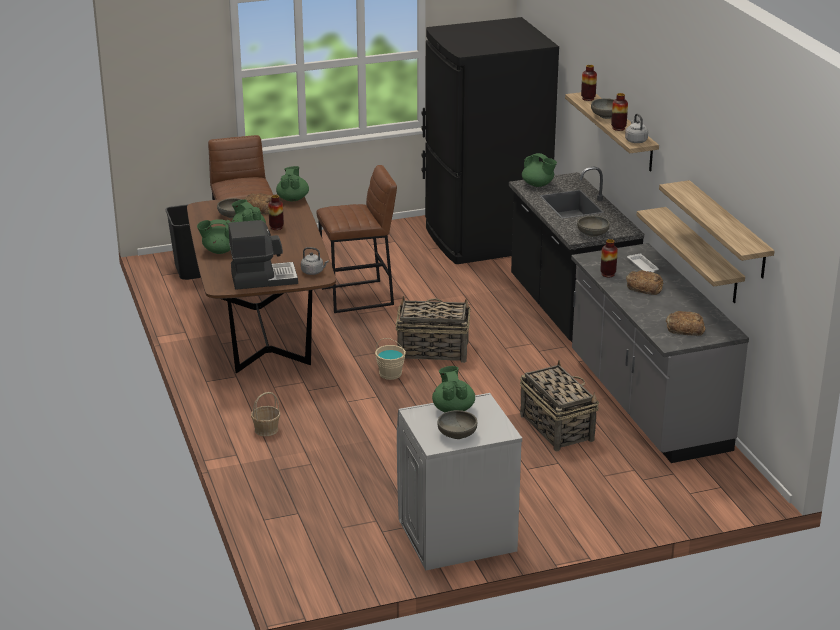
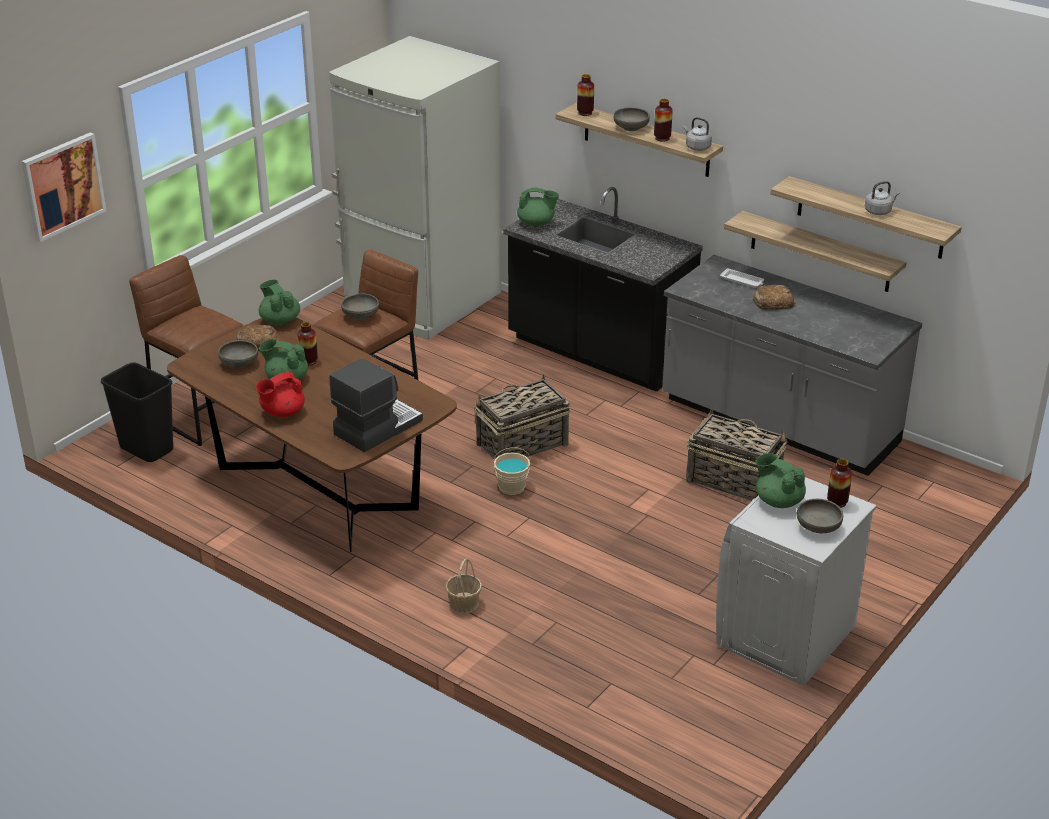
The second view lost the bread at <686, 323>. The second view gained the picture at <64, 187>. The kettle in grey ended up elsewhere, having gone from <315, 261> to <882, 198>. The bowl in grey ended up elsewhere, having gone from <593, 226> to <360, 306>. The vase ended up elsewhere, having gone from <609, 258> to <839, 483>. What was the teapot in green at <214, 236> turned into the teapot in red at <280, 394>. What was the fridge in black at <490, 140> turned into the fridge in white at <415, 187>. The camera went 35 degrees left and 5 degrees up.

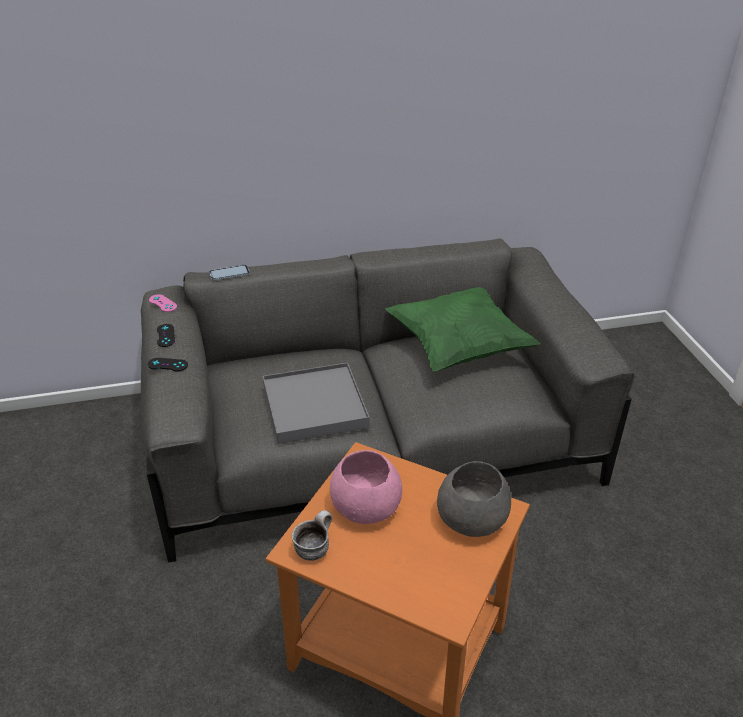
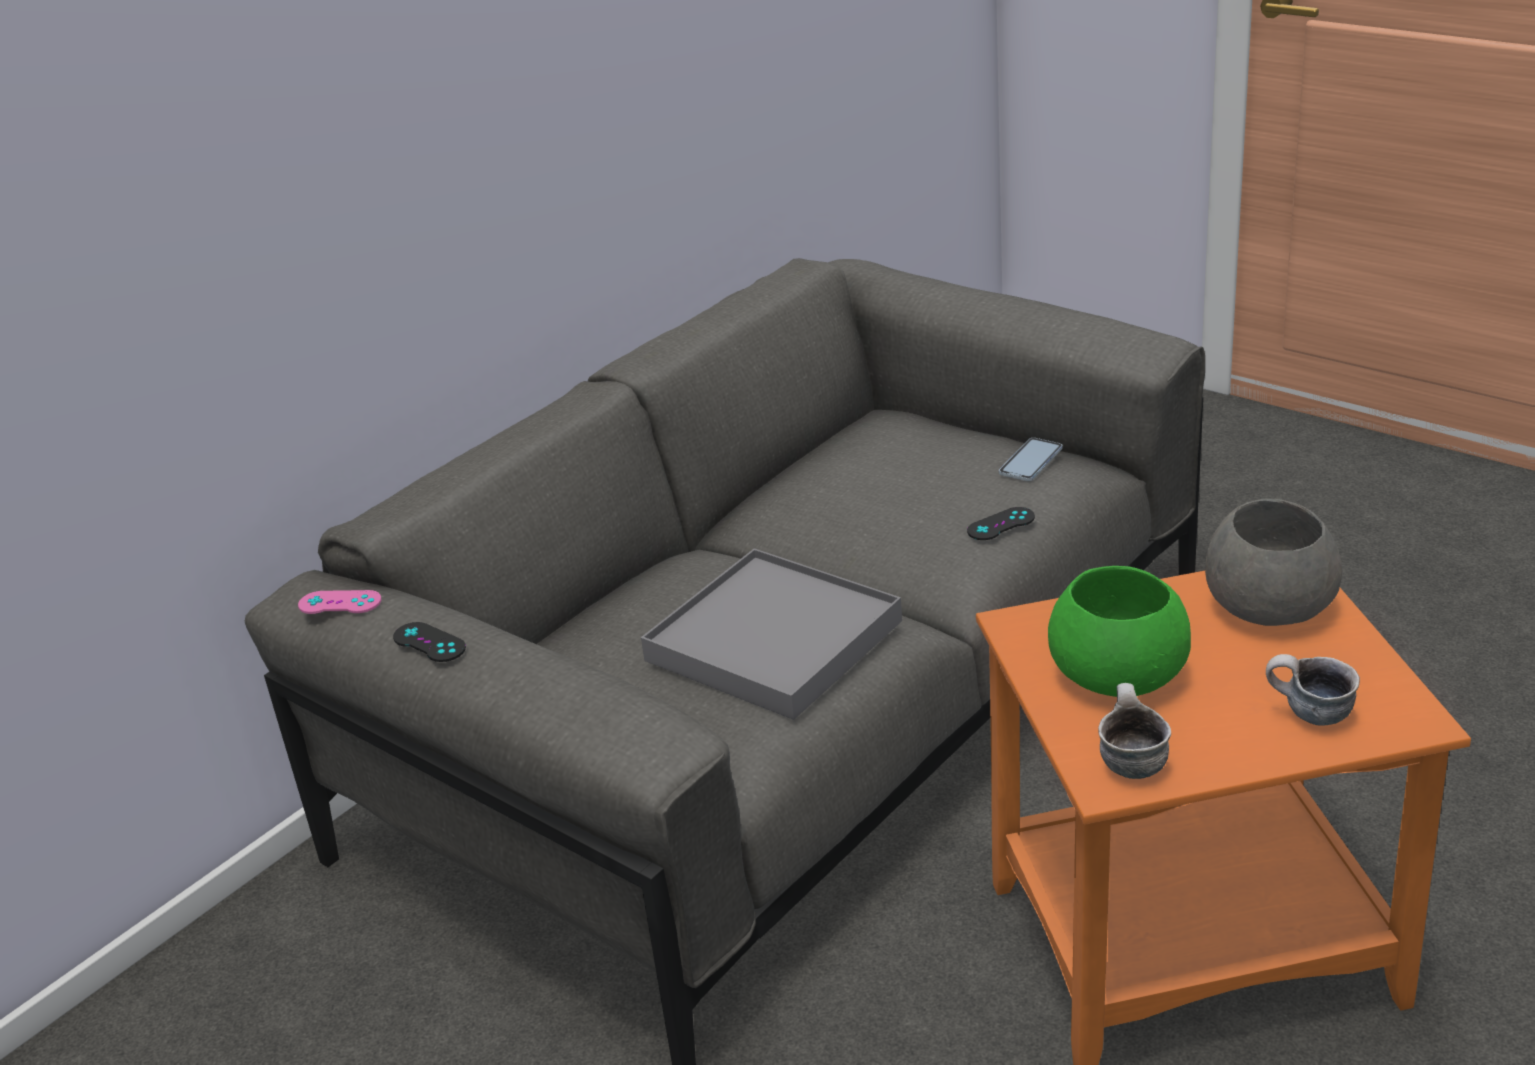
The second view lost the pillow in green at <463, 329>. The second view gained the mug at <1313, 690>. The game controller in black ended up elsewhere, having gone from <168, 364> to <1001, 523>. The phone ended up elsewhere, having gone from <229, 273> to <1031, 459>. What was the bowl in pink at <366, 487> turned into the bowl in green at <1119, 631>. The camera went 35 degrees left and 5 degrees down.

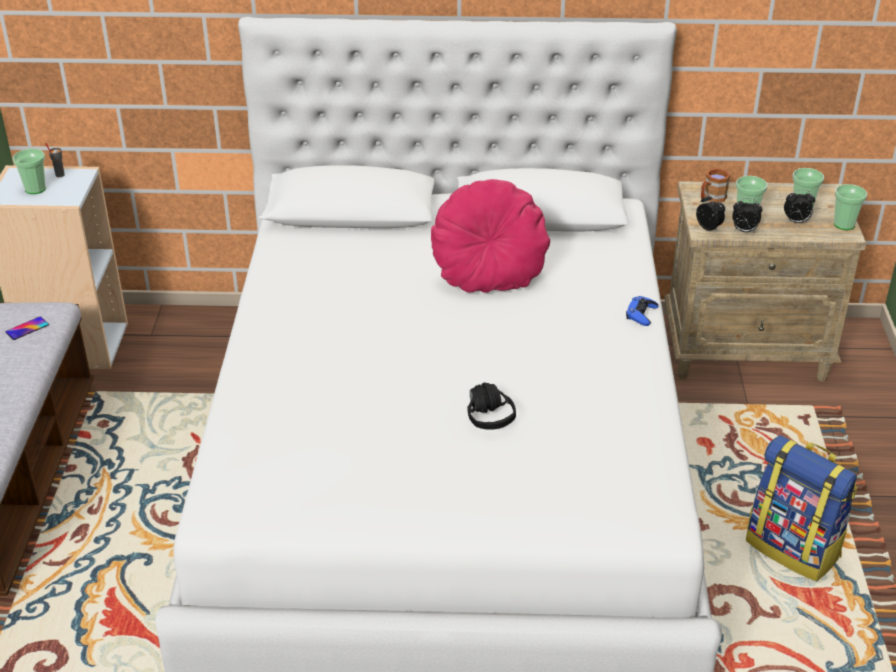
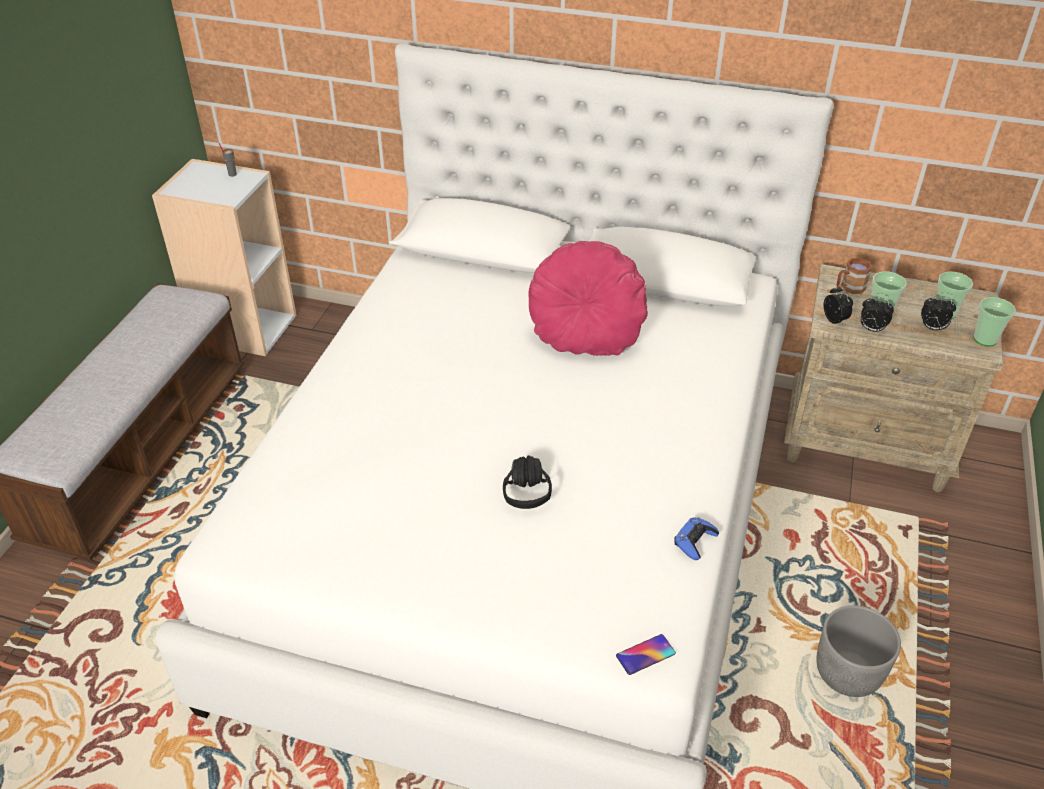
The second view lost the cup at <29, 171>. The phone ended up elsewhere, having gone from <27, 328> to <646, 654>. The game controller in blue ended up elsewhere, having gone from <642, 311> to <696, 539>. Where the backpack stood at <801, 508>, the planter in grey came to stand at <859, 651>. The camera went 15 degrees right and 5 degrees up.

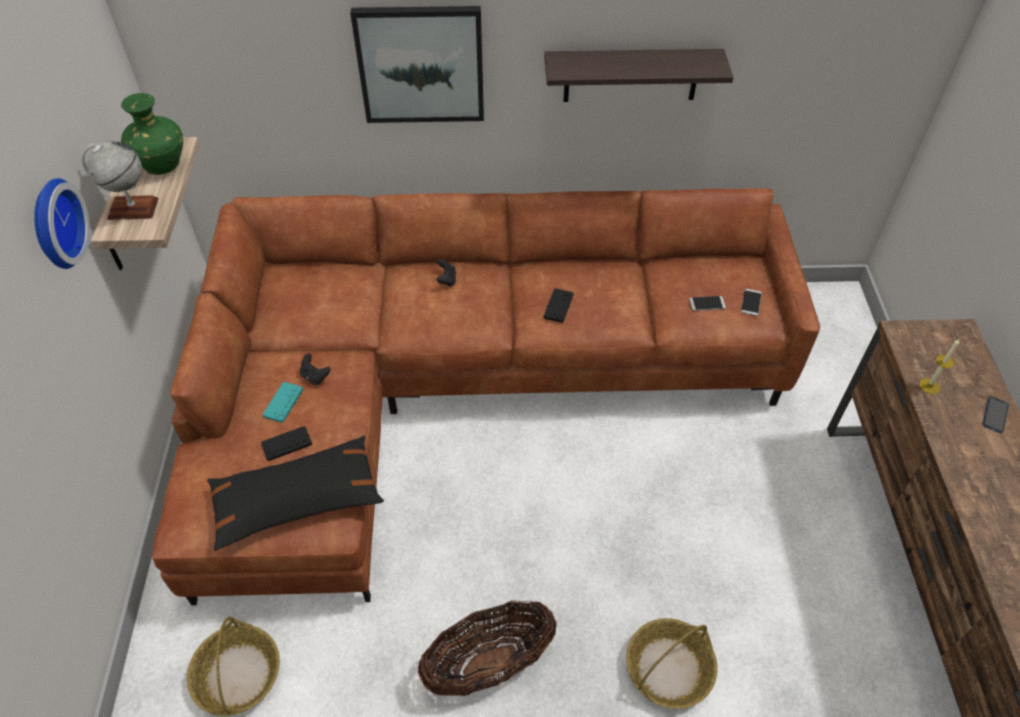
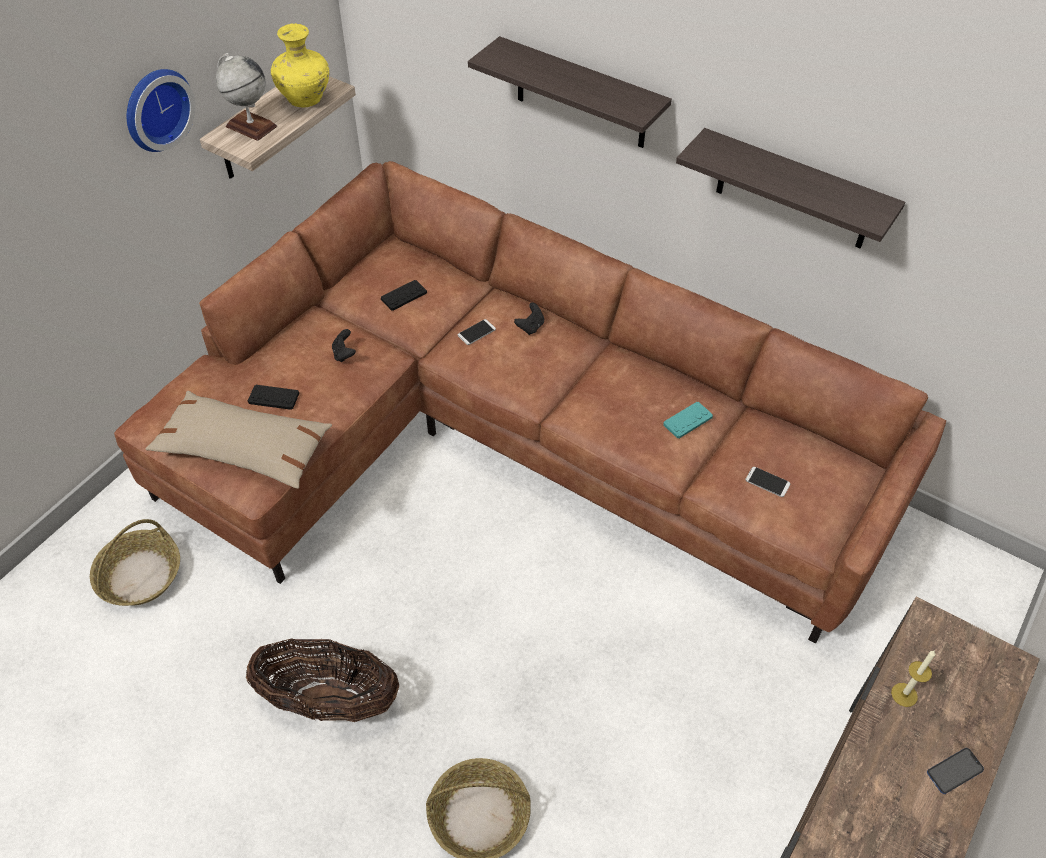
The game controller in turquoise ended up elsewhere, having gone from <283, 402> to <688, 420>. The game controller in black ended up elsewhere, having gone from <559, 305> to <404, 295>. The phone ended up elsewhere, having gone from <751, 302> to <477, 332>. Where the picture hung at <417, 64>, the shelf came to hang at <570, 92>. What was the vase in green at <152, 134> turned into the vase in yellow at <300, 65>. What was the pillow in black at <295, 493> turned into the pillow in beige at <238, 440>. The camera went 35 degrees right and 0 degrees up.

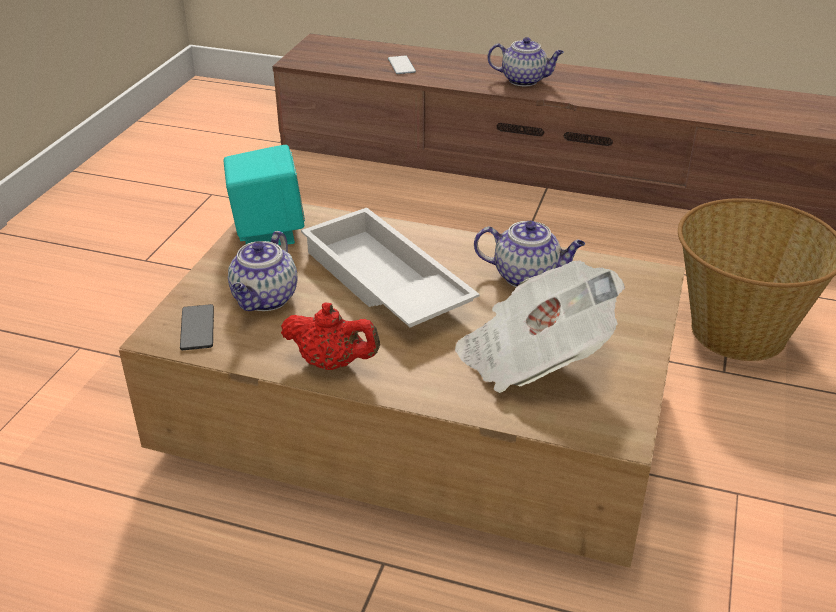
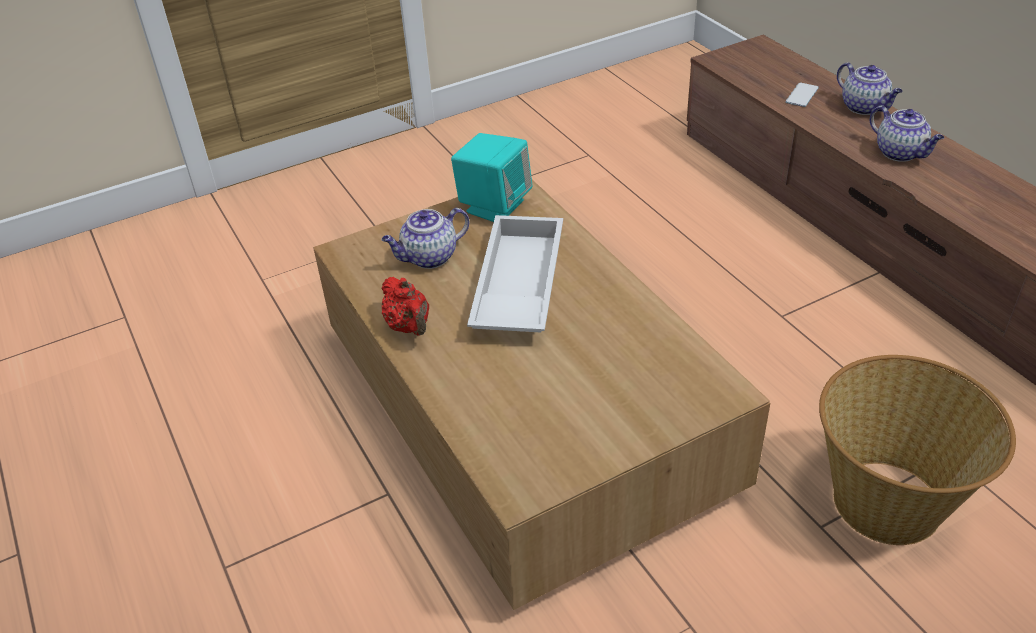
The second view lost the phone at <197, 327>. The second view lost the newspaper at <540, 326>. The teapot ended up elsewhere, having gone from <529, 254> to <870, 88>. The camera went 45 degrees right and 5 degrees up.

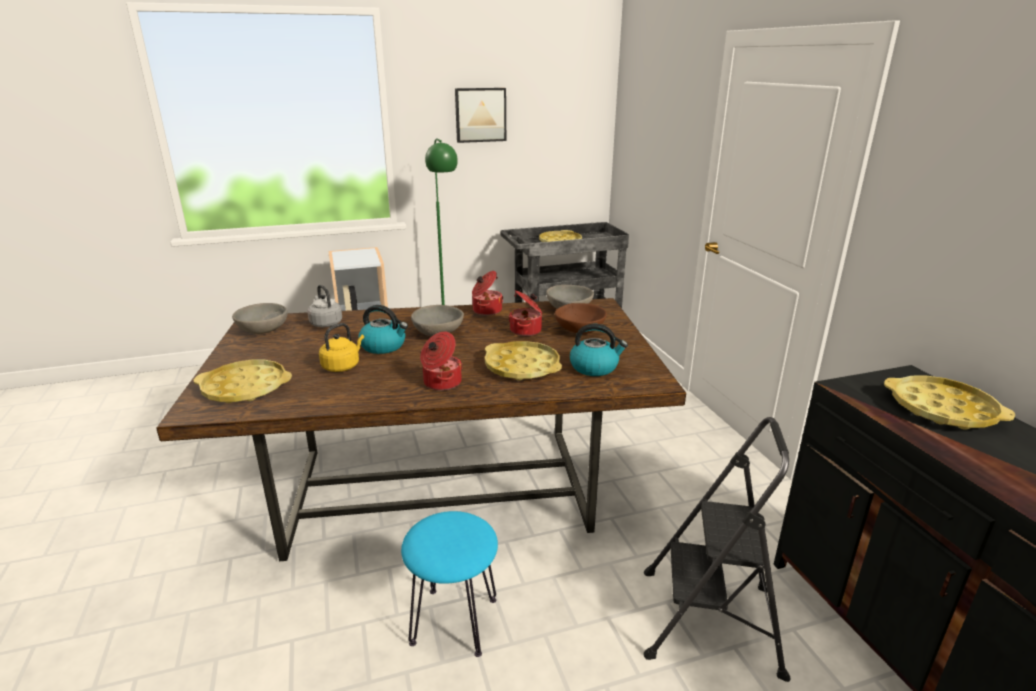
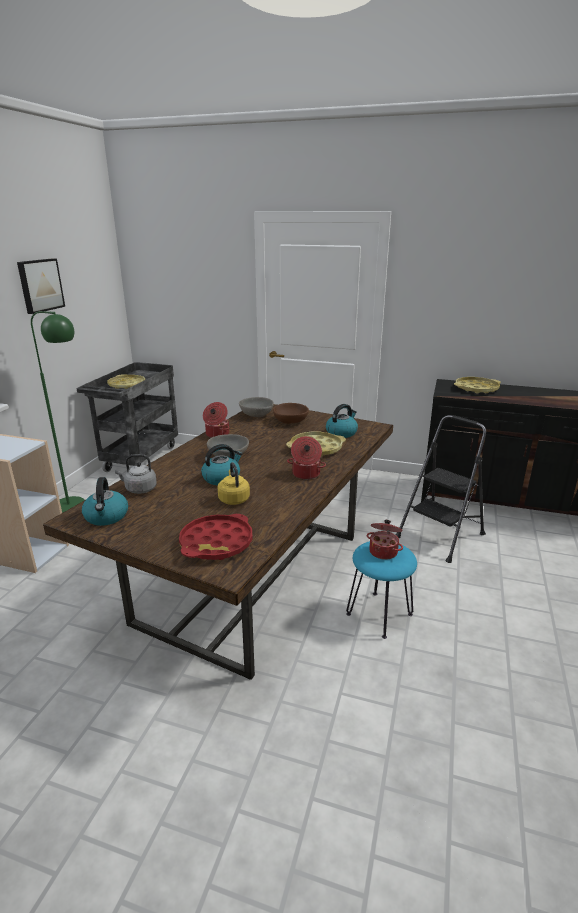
The cooking pot ended up elsewhere, having gone from <525, 313> to <385, 540>. Where the bowl in grey stood at <260, 318>, the kettle came to stand at <105, 501>. What was the tray in yellow at <243, 381> turned into the tray in red at <216, 537>. The camera went 55 degrees left and 0 degrees up.

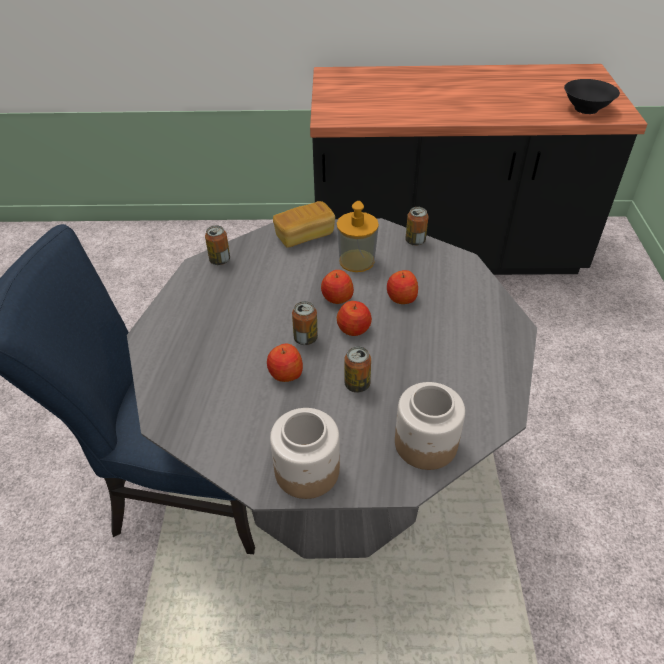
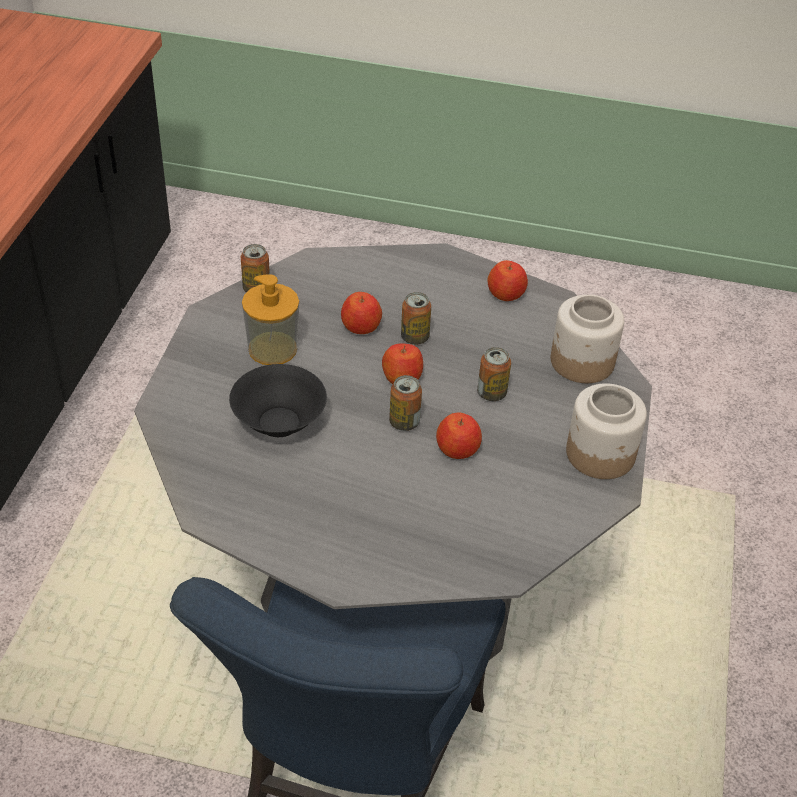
The second view lost the bread at <304, 224>. The can ended up elsewhere, having gone from <217, 245> to <416, 318>. The apple ended up elsewhere, having gone from <337, 287> to <508, 280>. The bowl in black ended up elsewhere, having gone from <592, 96> to <278, 400>. The camera went 80 degrees left and 0 degrees up.

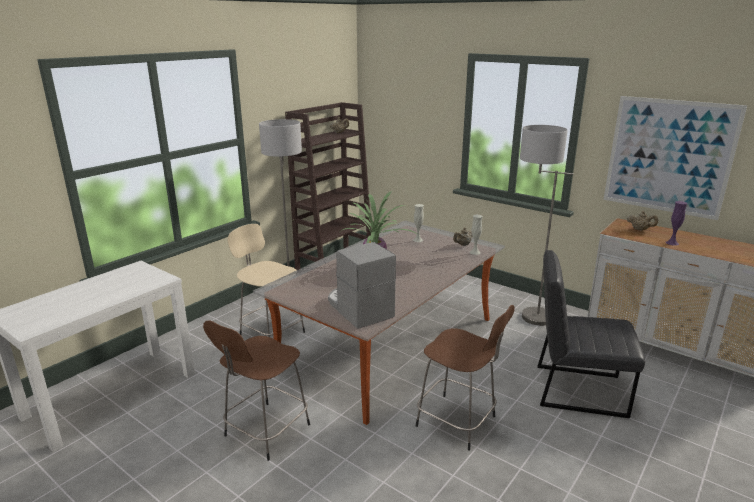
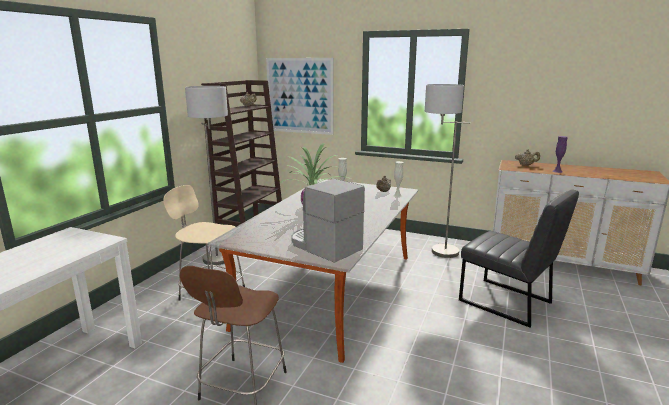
The second view lost the stool in brown at <465, 378>. The picture ended up elsewhere, having gone from <675, 158> to <299, 96>. The chair in grey at <591, 334> ended up facing another way, 135 degrees counterclockwise from before. The camera went 15 degrees left and 5 degrees down.

